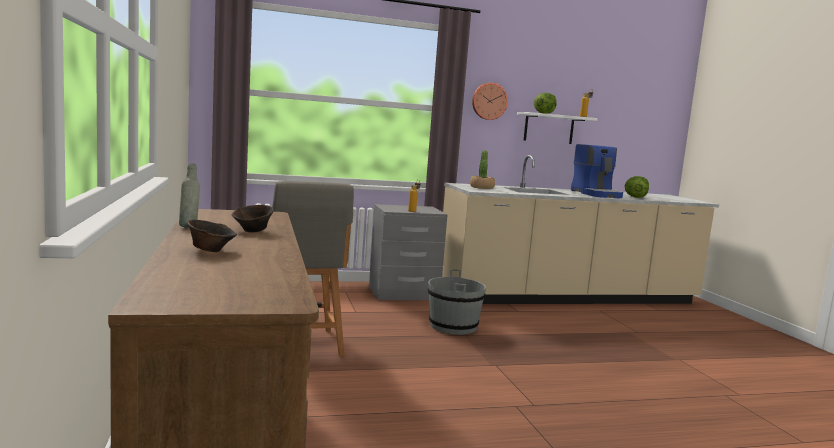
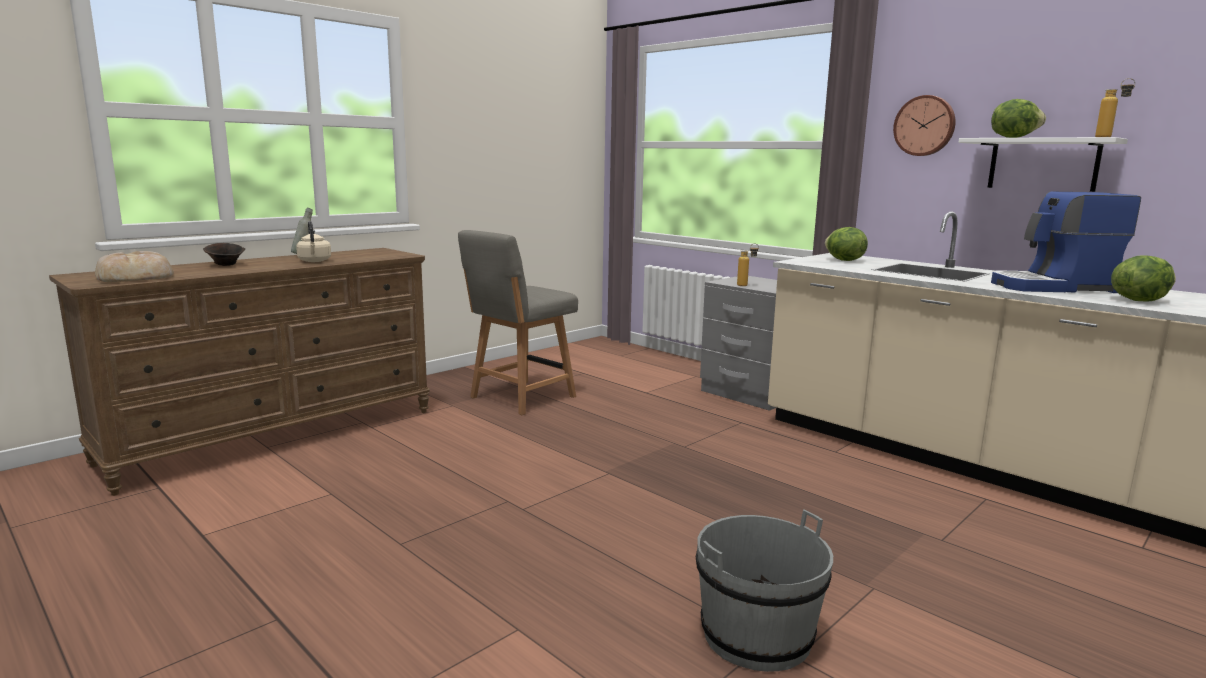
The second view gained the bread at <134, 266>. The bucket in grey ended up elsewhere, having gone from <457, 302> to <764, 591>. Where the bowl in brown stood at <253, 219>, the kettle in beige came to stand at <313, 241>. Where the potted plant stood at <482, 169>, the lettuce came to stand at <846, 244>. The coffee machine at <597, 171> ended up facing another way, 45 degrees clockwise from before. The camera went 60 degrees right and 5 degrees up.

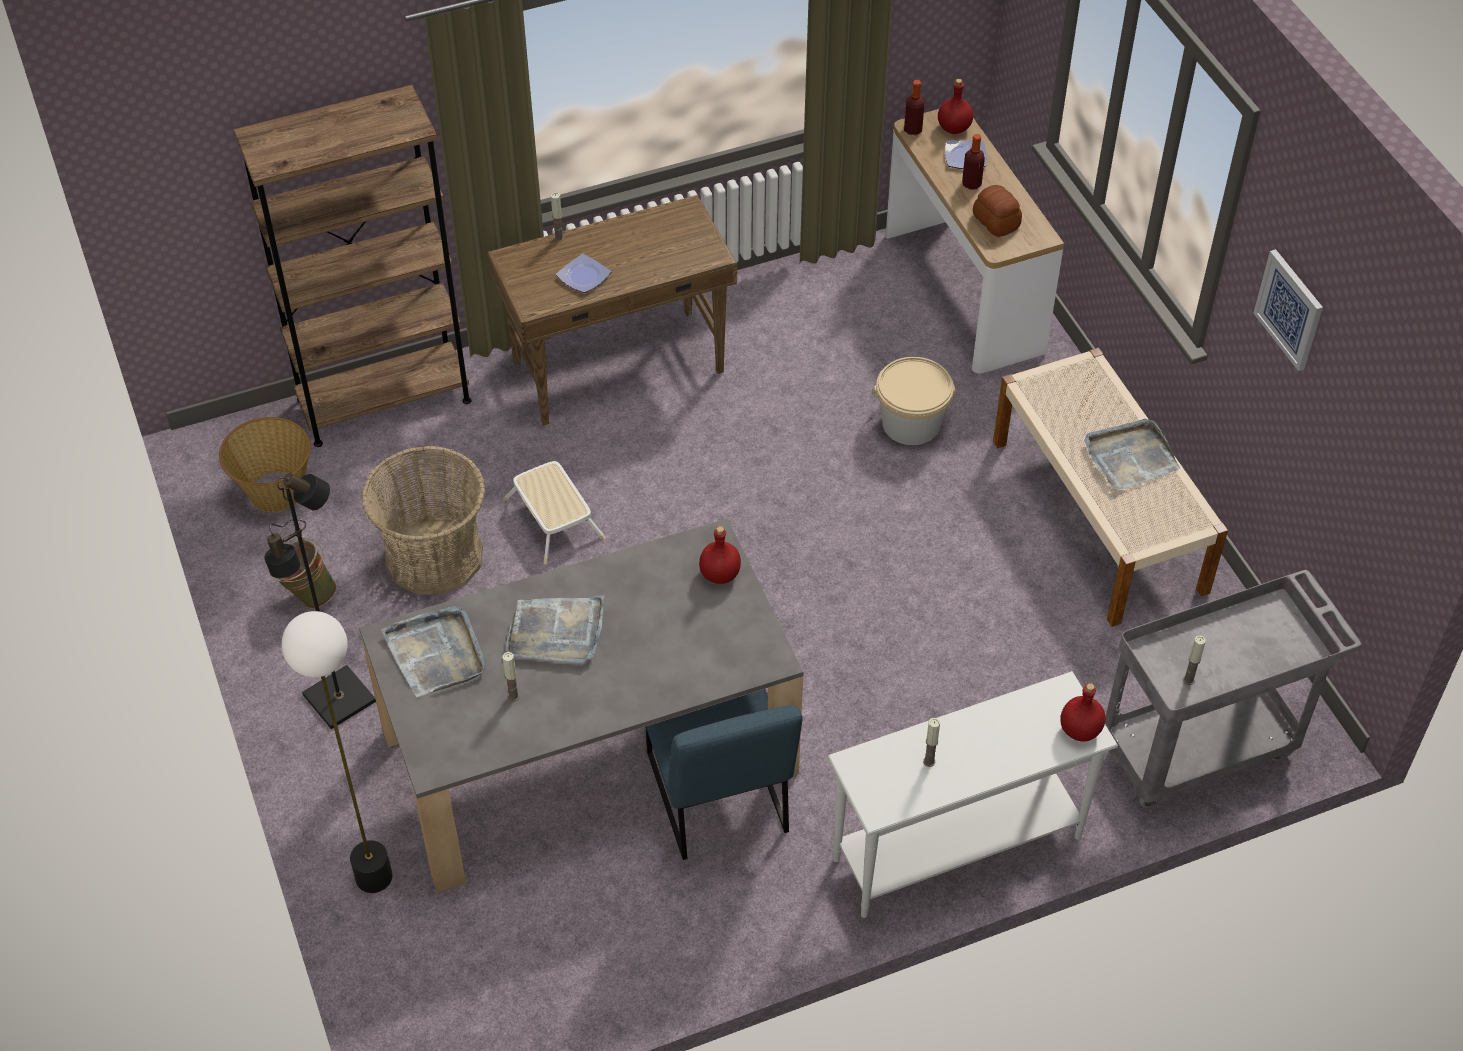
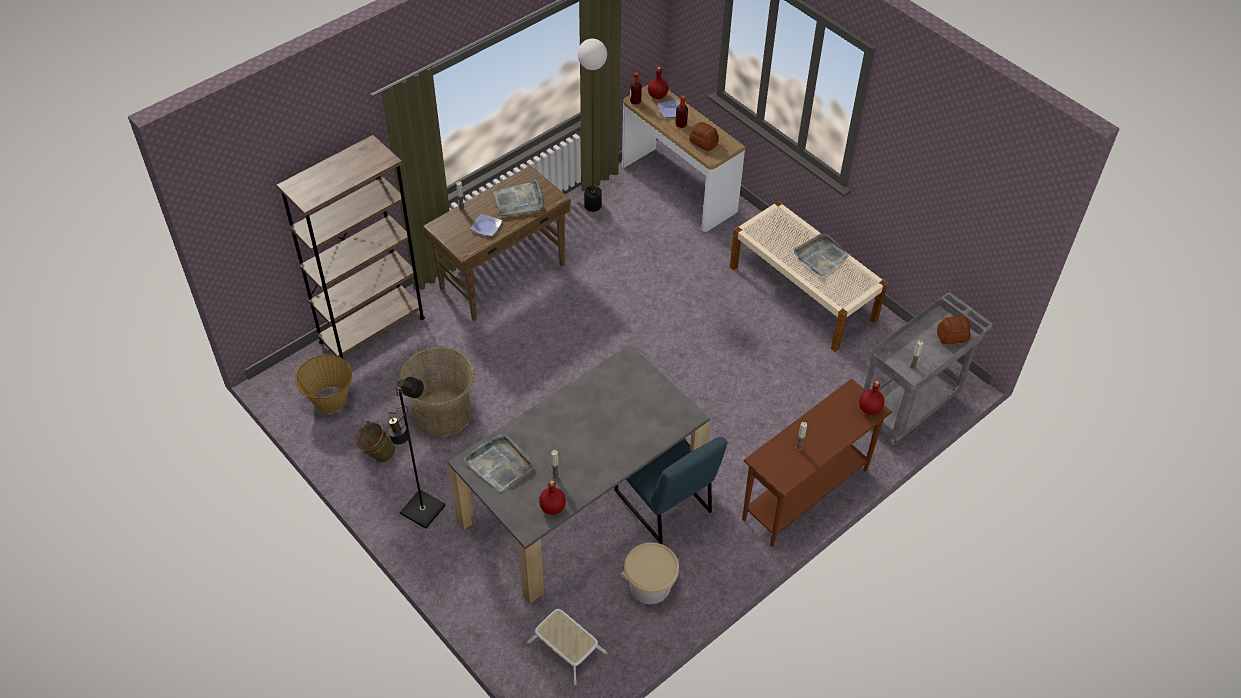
The second view lost the picture at <1288, 310>. The second view gained the bread at <953, 330>. The floor lamp ended up elsewhere, having gone from <337, 752> to <592, 125>. The step ladder in beige ended up elsewhere, having gone from <554, 512> to <566, 647>. The tray in grey ended up elsewhere, having gone from <554, 629> to <518, 197>. The bottle in red ended up elsewhere, having gone from <720, 555> to <552, 497>. The bucket in beige ended up elsewhere, having gone from <913, 401> to <650, 573>. What was the console table in white at <973, 794> turned into the console table in brown at <817, 463>. The camera went 20 degrees left and 0 degrees up.

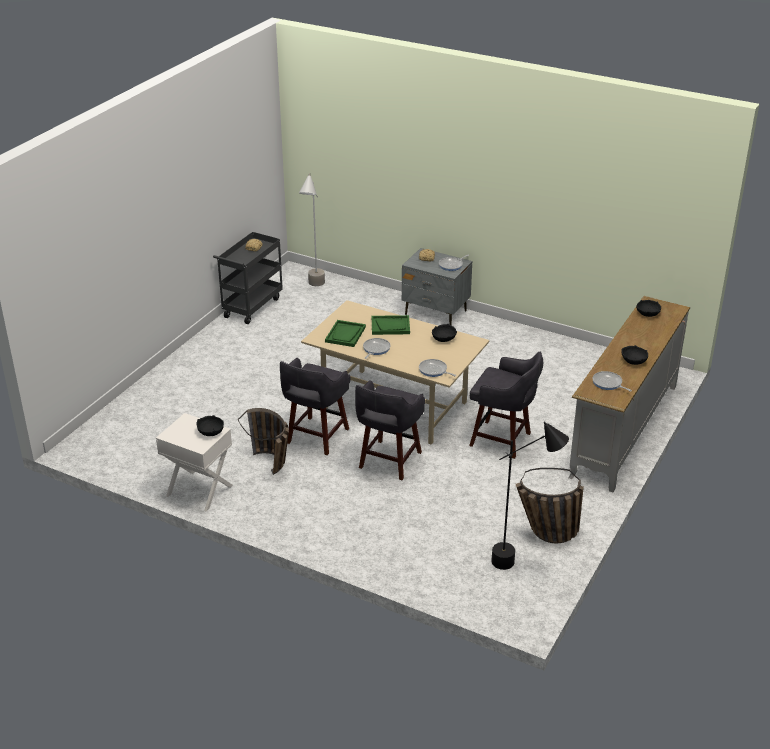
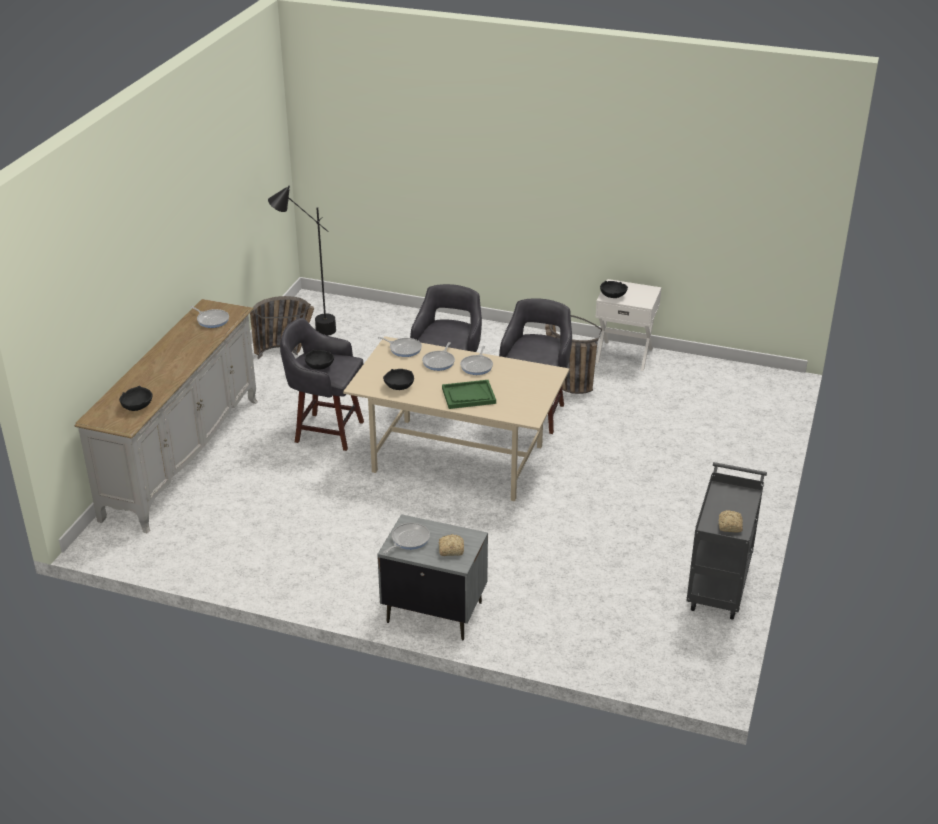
The second view lost the floor lamp in grey at <312, 229>. The second view lost the tray in green at <345, 333>. The second view gained the frying pan at <438, 356>. The bowl in black ended up elsewhere, having gone from <634, 355> to <319, 359>. The camera went 170 degrees right and 0 degrees up.

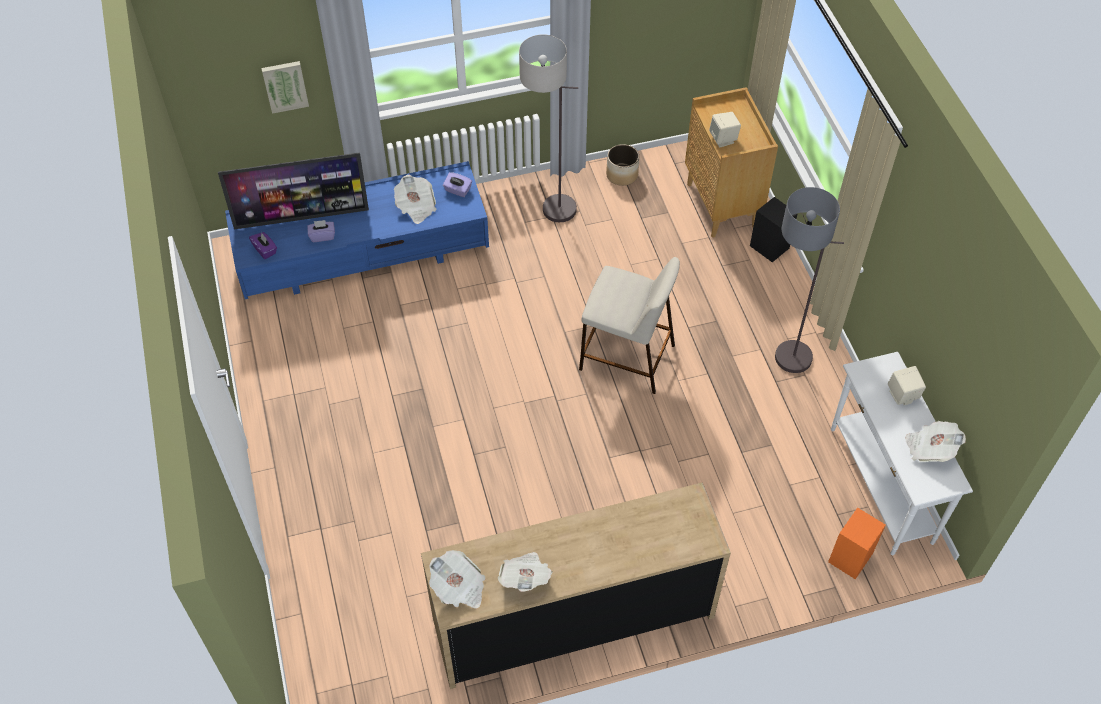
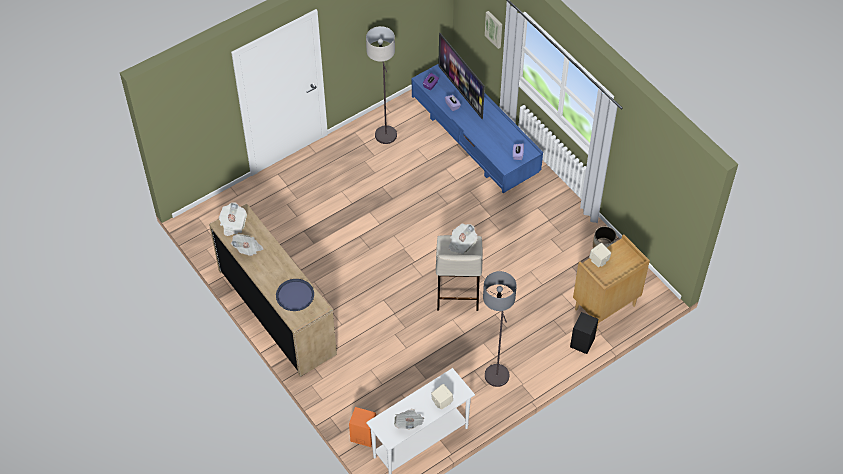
The second view gained the tray in blue at <295, 295>. The newspaper ended up elsewhere, having gone from <415, 199> to <463, 239>. The floor lamp in grey ended up elsewhere, having gone from <548, 128> to <381, 85>. The camera went 70 degrees right and 0 degrees up.

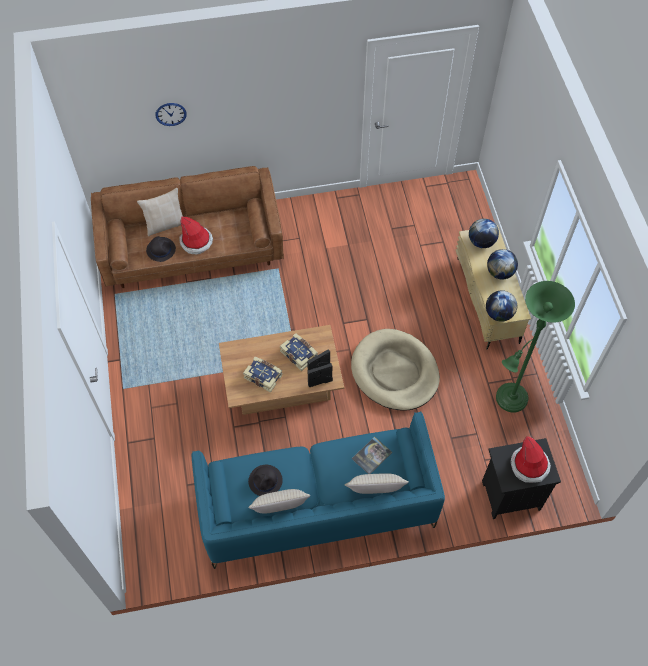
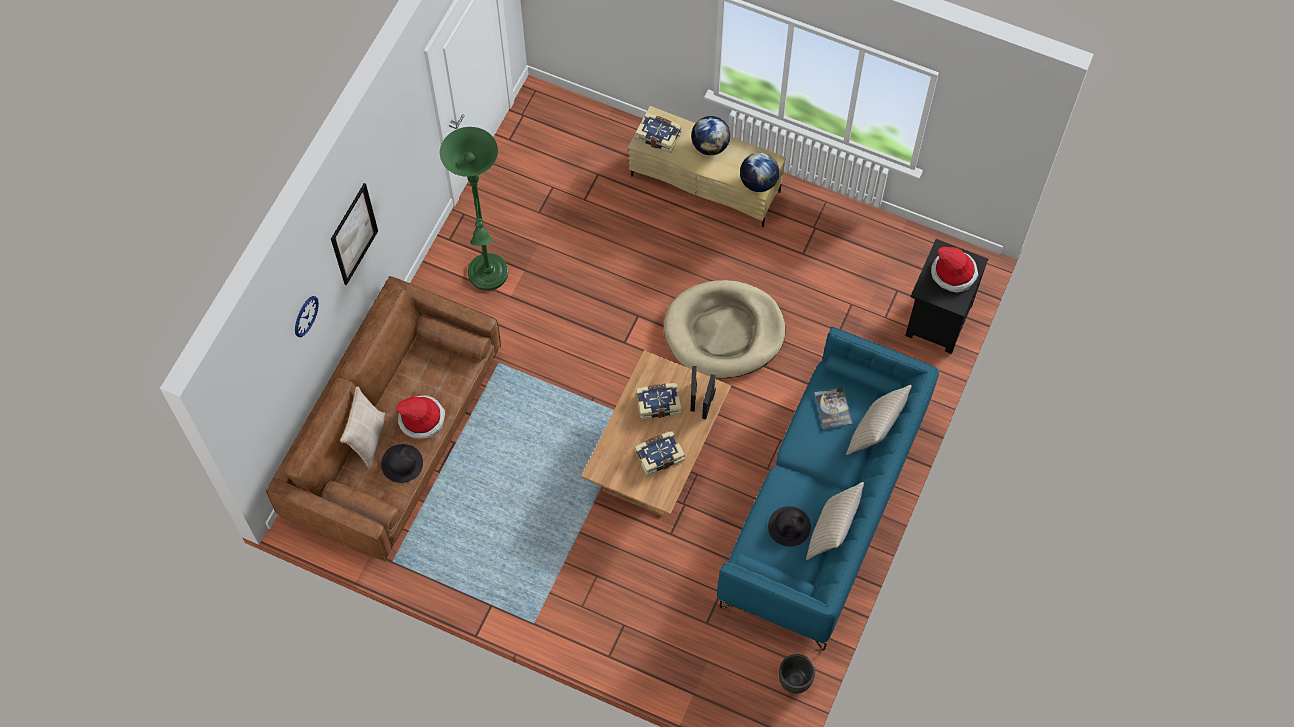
The second view gained the picture at <354, 234>. The second view gained the planter in black at <797, 674>. The floor lamp in green ended up elsewhere, having gone from <535, 347> to <474, 209>. Where the globe stood at <484, 233>, the book came to stand at <658, 133>. The camera went 55 degrees left and 5 degrees up.

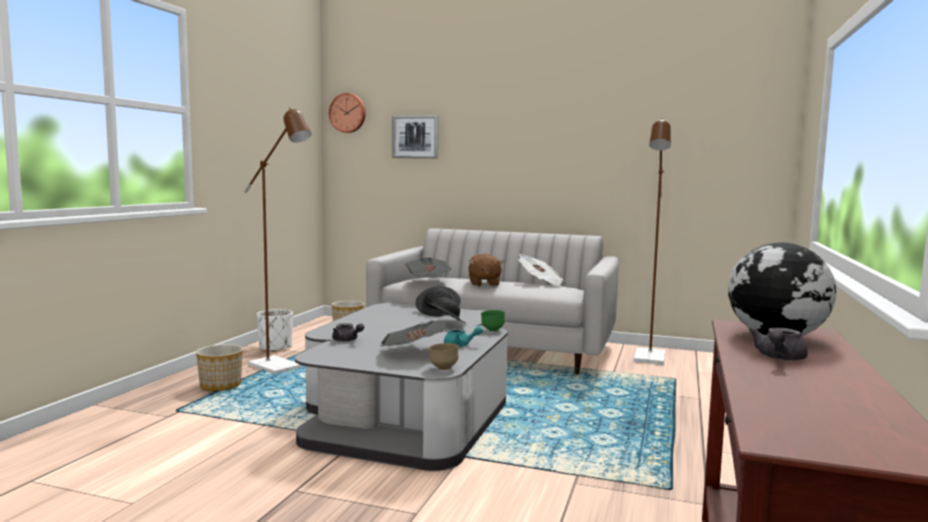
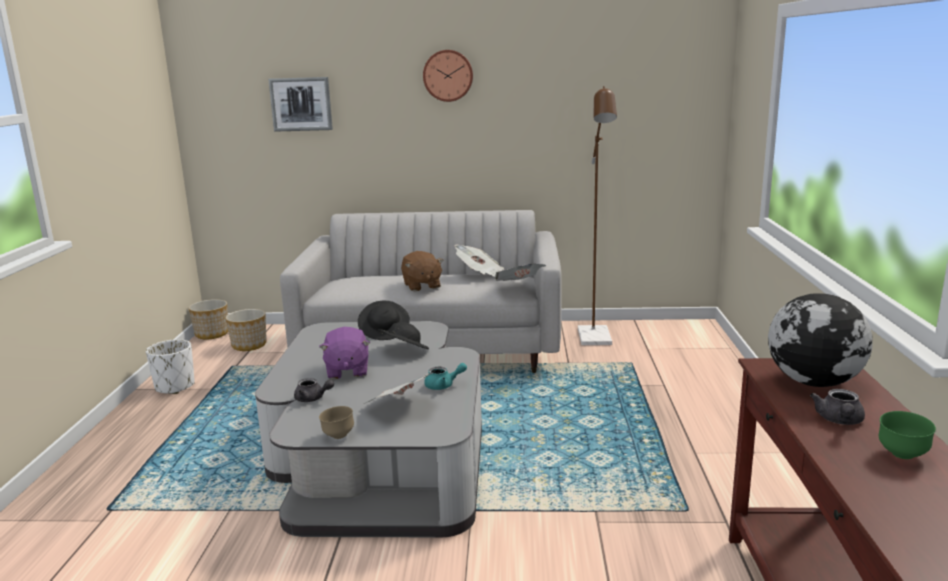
The second view lost the floor lamp in brown at <277, 241>. The second view gained the plush toy in purple at <344, 353>. The planter ended up elsewhere, having gone from <219, 367> to <208, 319>. The wall clock ended up elsewhere, having gone from <347, 113> to <448, 76>. The newspaper ended up elsewhere, having gone from <427, 268> to <520, 272>. The bowl in brown ended up elsewhere, having gone from <443, 356> to <336, 422>. The bowl in green ended up elsewhere, having gone from <493, 321> to <907, 435>. The camera went 15 degrees left and 10 degrees up.

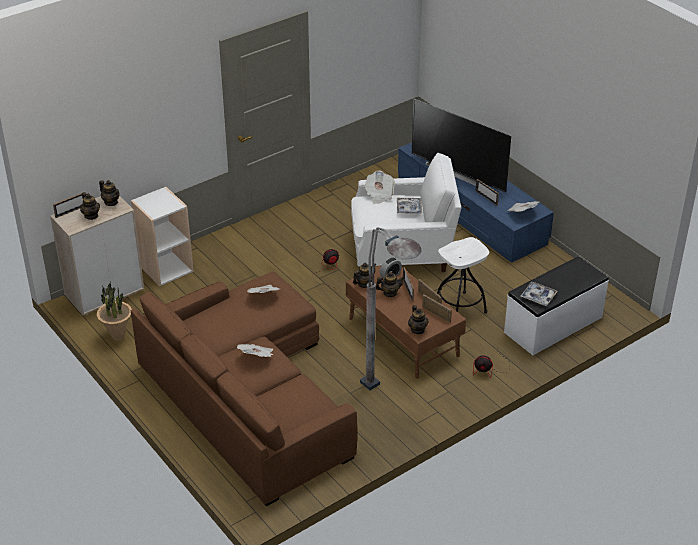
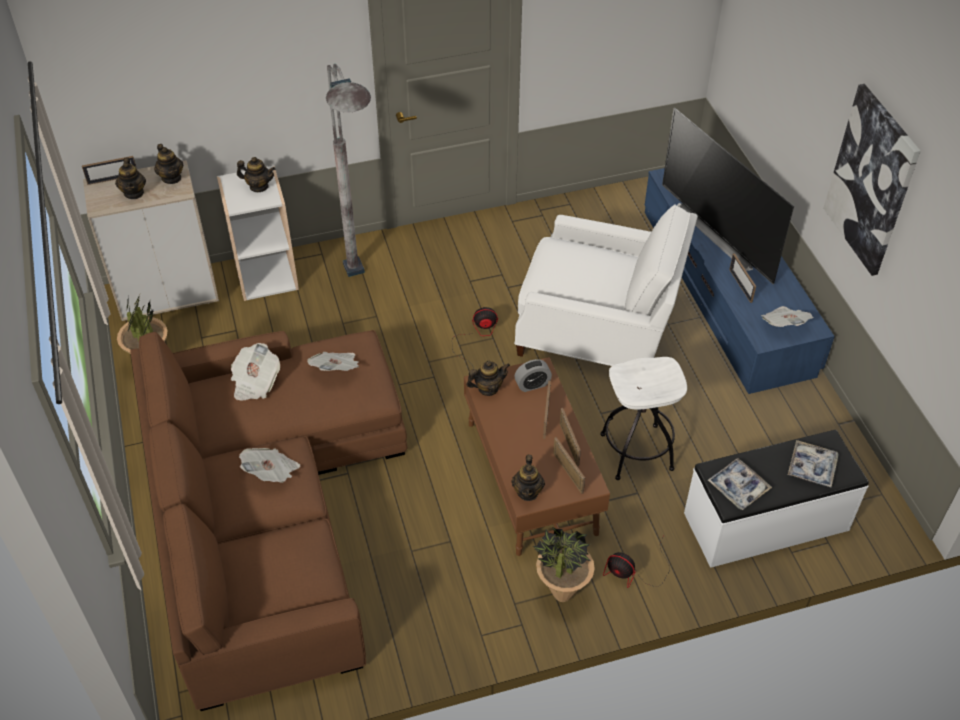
The second view gained the potted plant at <564, 564>. The second view gained the picture at <872, 180>. The floor lamp in grey ended up elsewhere, having gone from <390, 308> to <348, 170>. The newspaper ended up elsewhere, having gone from <379, 187> to <255, 371>. The teapot ended up elsewhere, having gone from <390, 284> to <256, 174>. The tray ended up elsewhere, having gone from <409, 205> to <813, 463>. The camera went 20 degrees right and 10 degrees up.

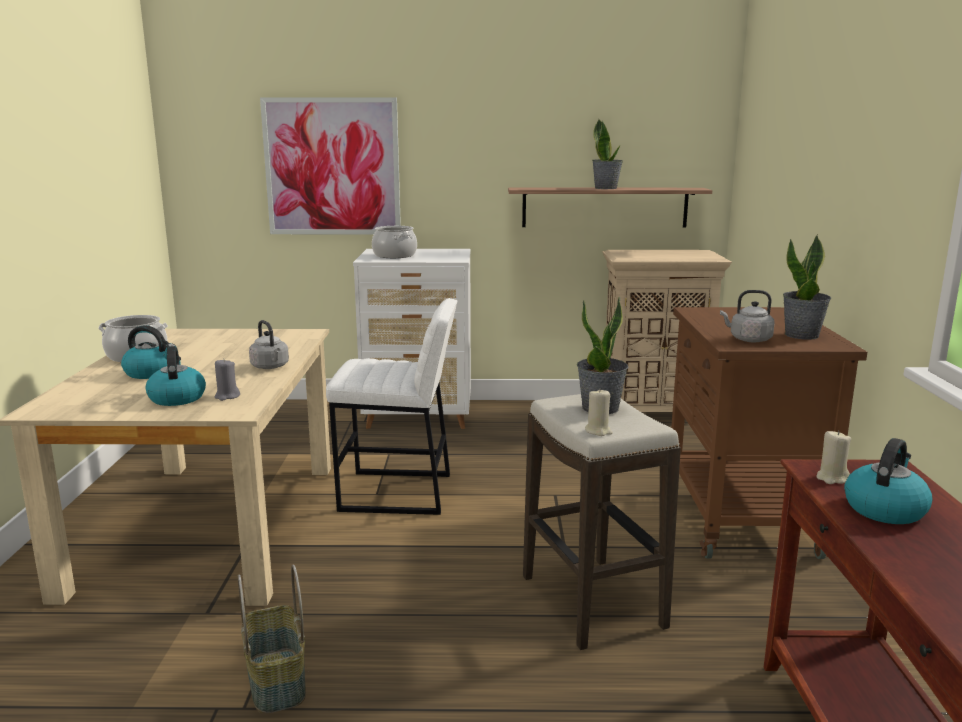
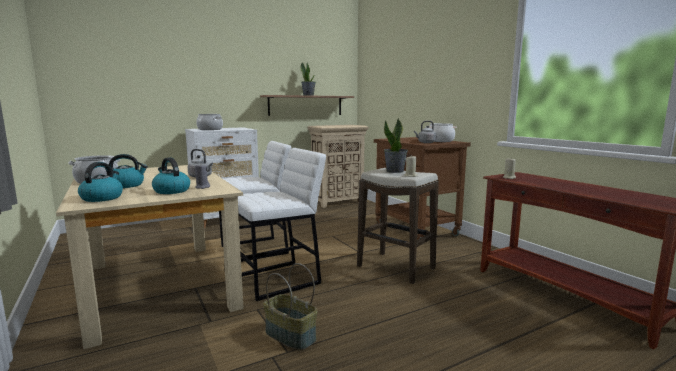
The second view lost the picture at <330, 165>. The second view gained the chair in white at <282, 224>. The kettle ended up elsewhere, having gone from <888, 481> to <100, 182>. Where the potted plant stood at <807, 287>, the cooking pot came to stand at <441, 132>. The camera went 30 degrees left and 5 degrees down.

